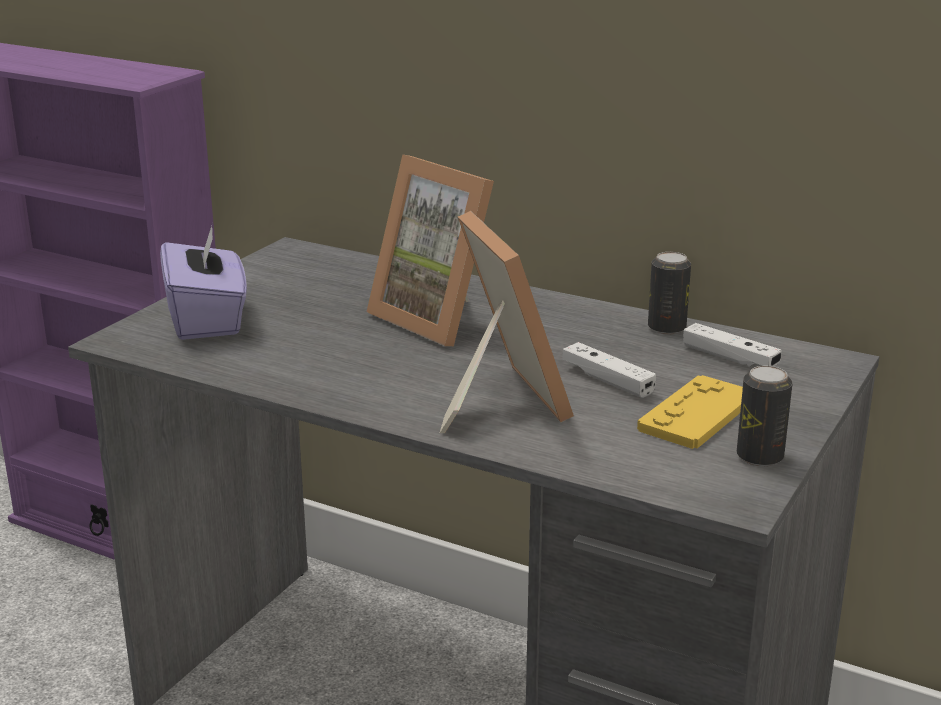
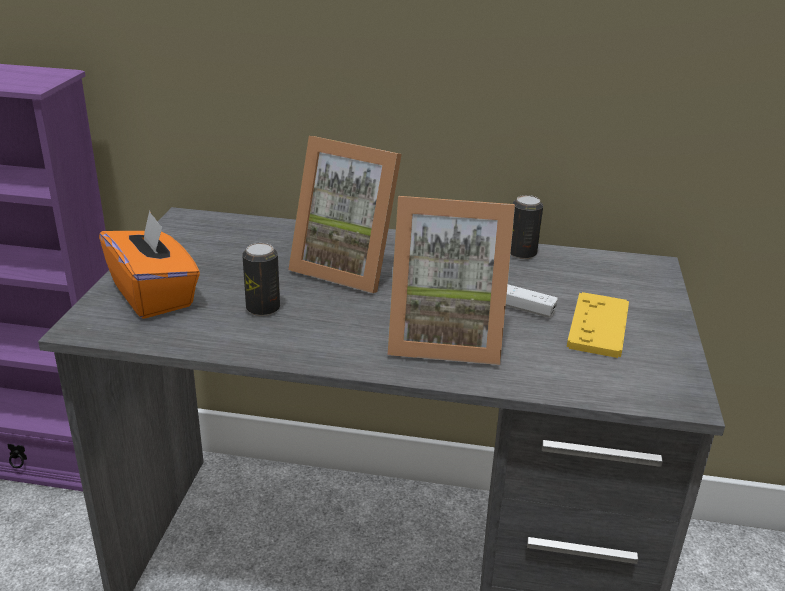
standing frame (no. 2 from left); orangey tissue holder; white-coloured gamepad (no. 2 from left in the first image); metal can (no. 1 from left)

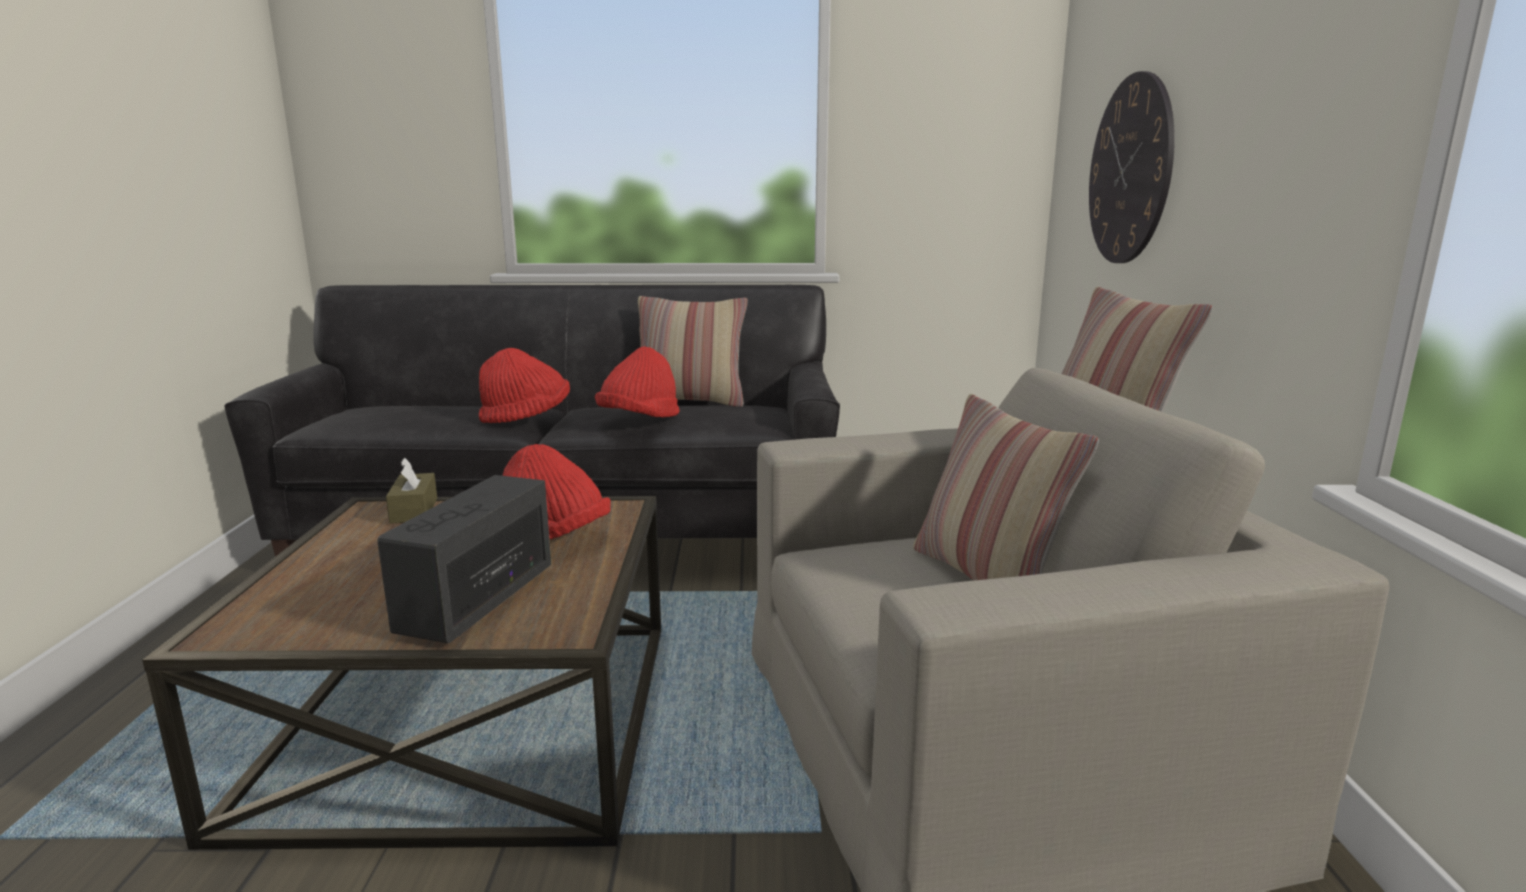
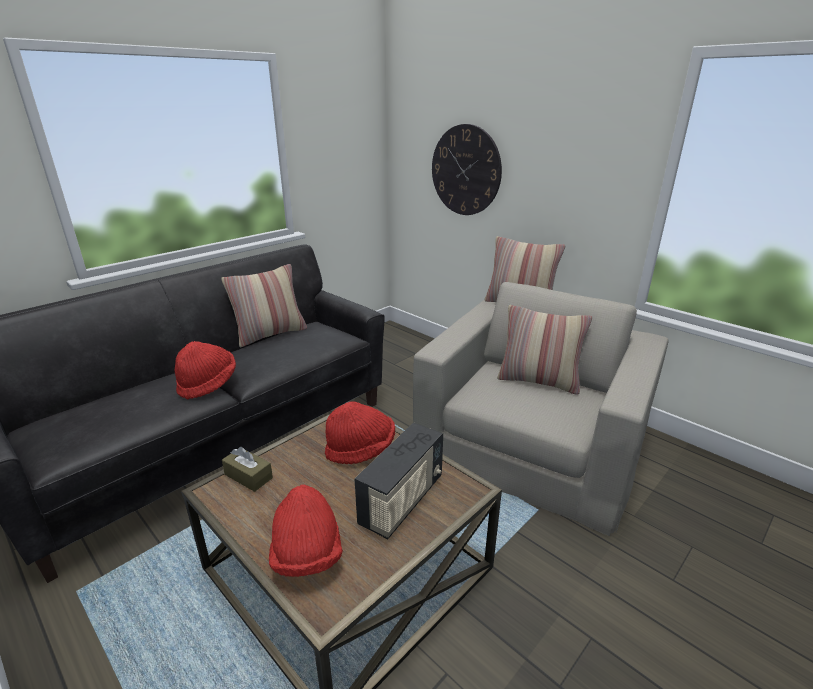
red clothing hat (no. 2 from left); radio

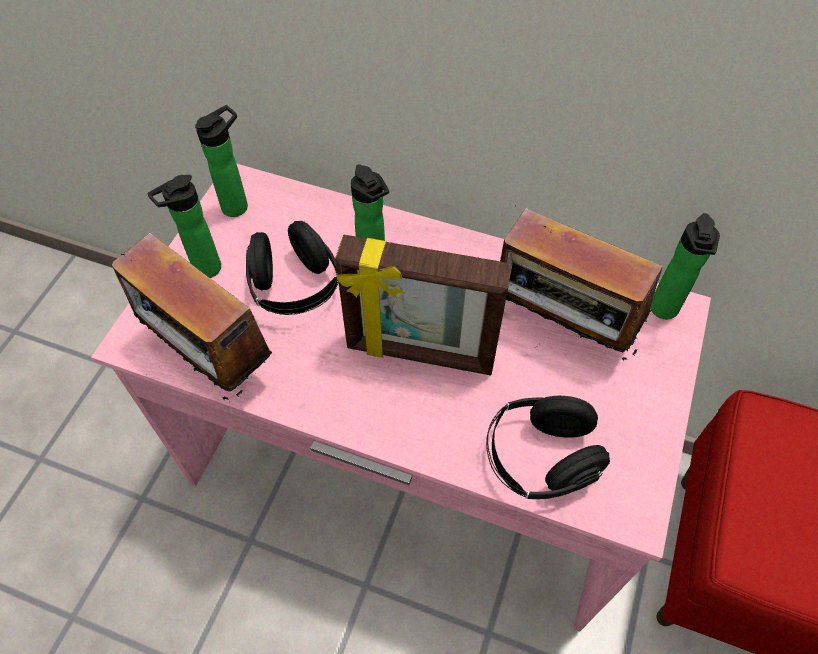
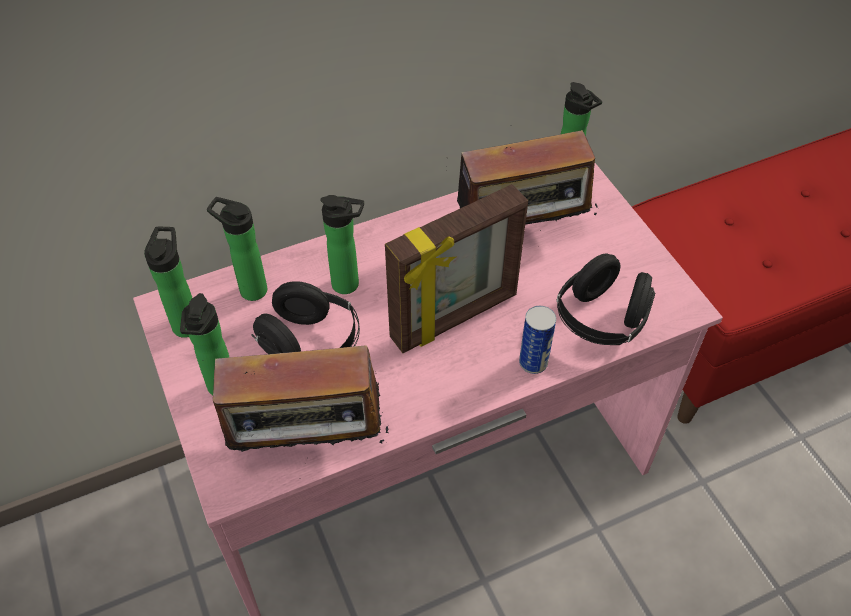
bottle (no. 3 from left); metal can

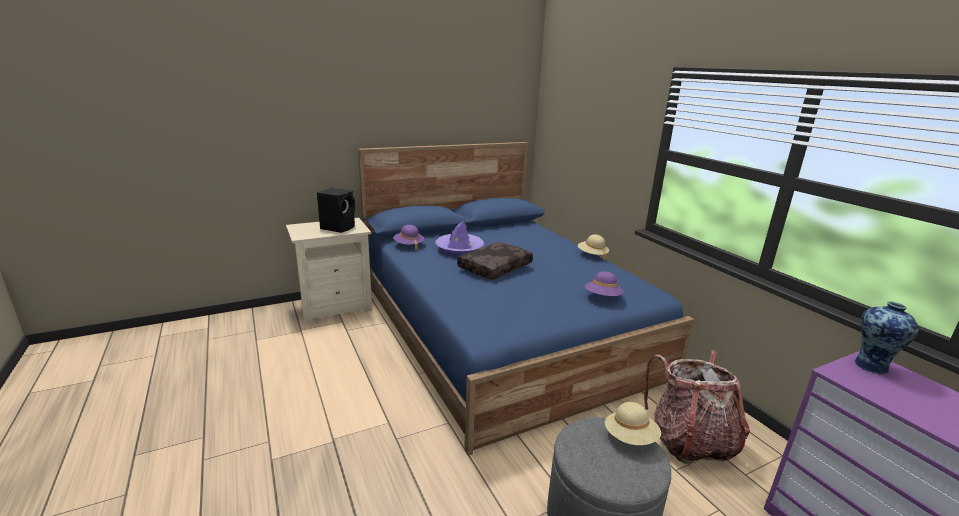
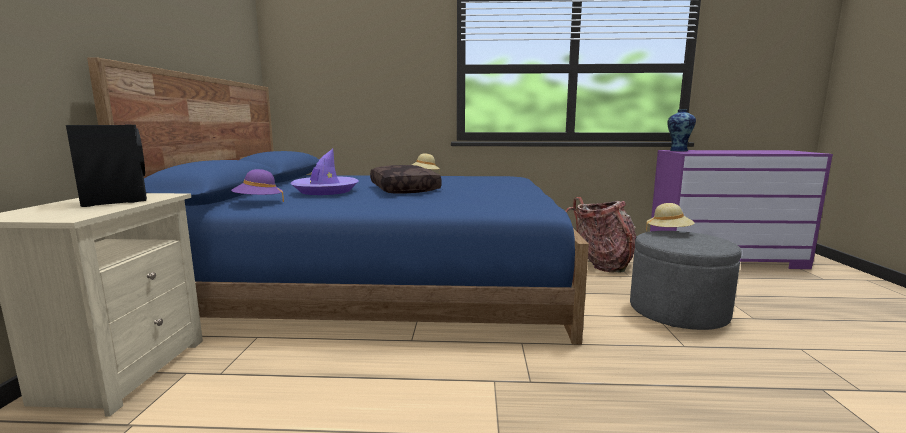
purplish clothing hat (no. 3 from left in the first image)

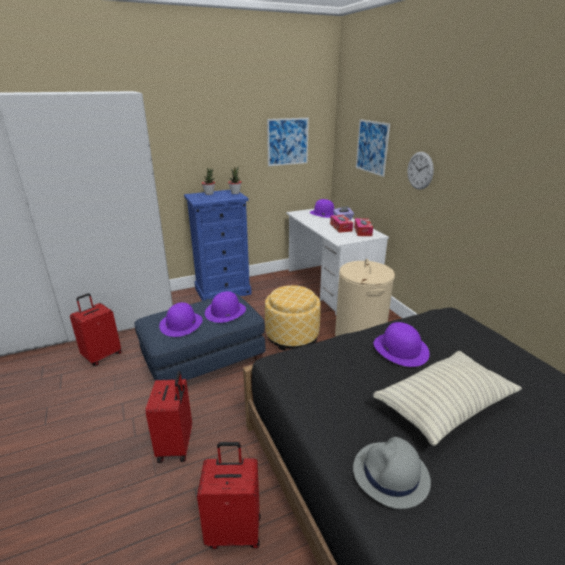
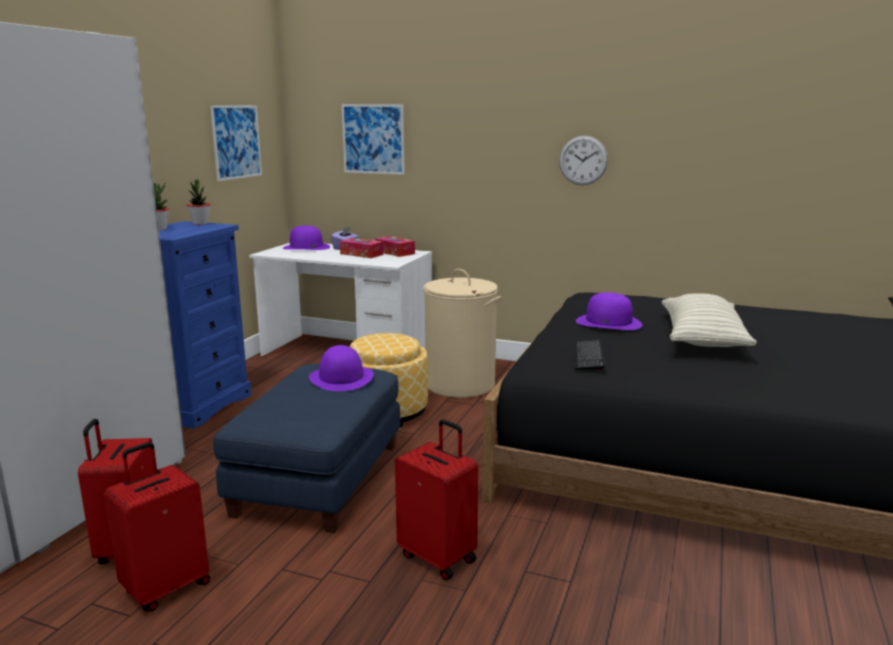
wall clock; purplish clothing hat (no. 1 from left in the first image); greyish clothing hat; red travel case (no. 2 from left); keyboard

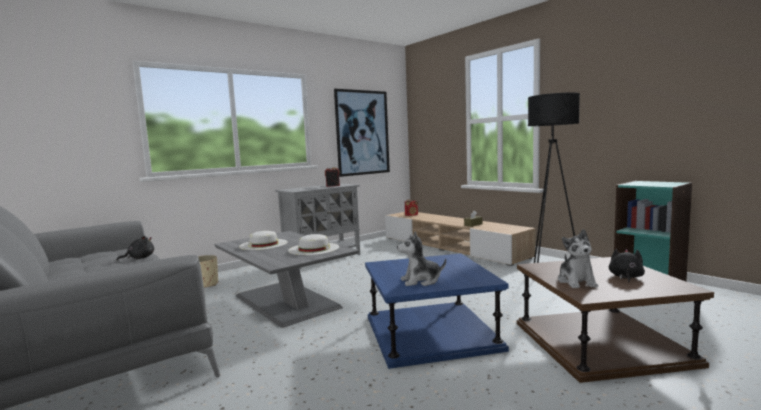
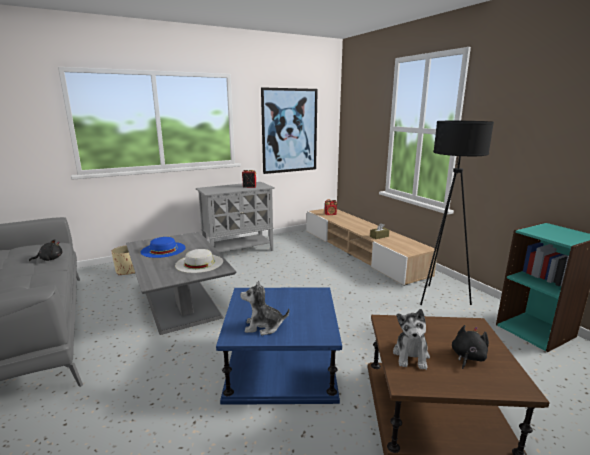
blue-coloured clothing hat

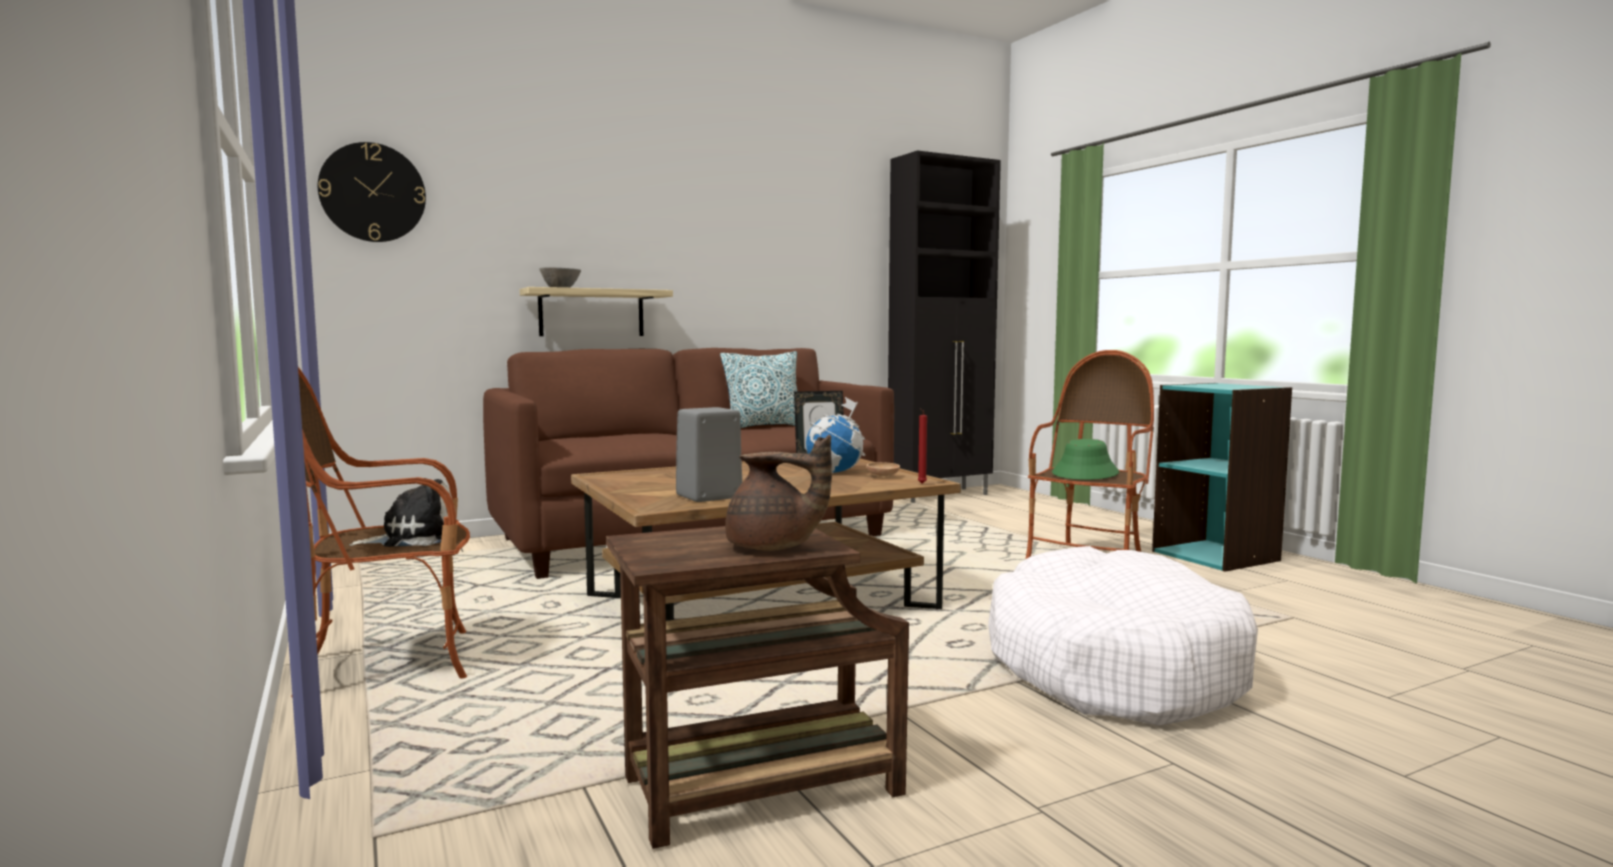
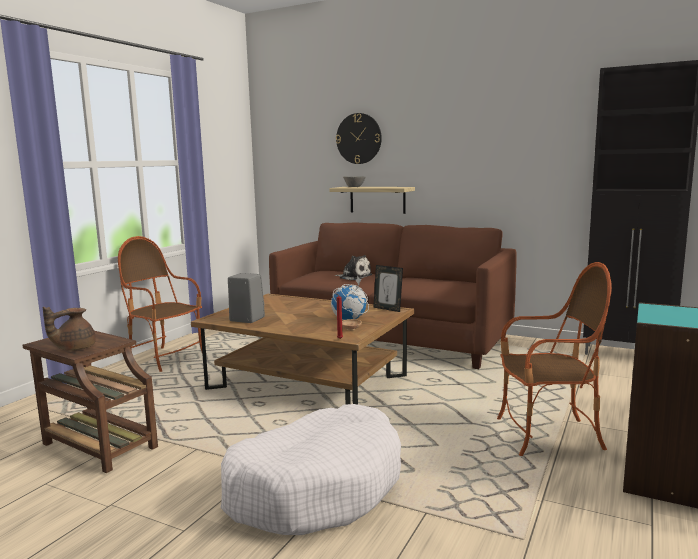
wall clock; cushion; brownish teapot; green-coloured clothing hat; plush toy

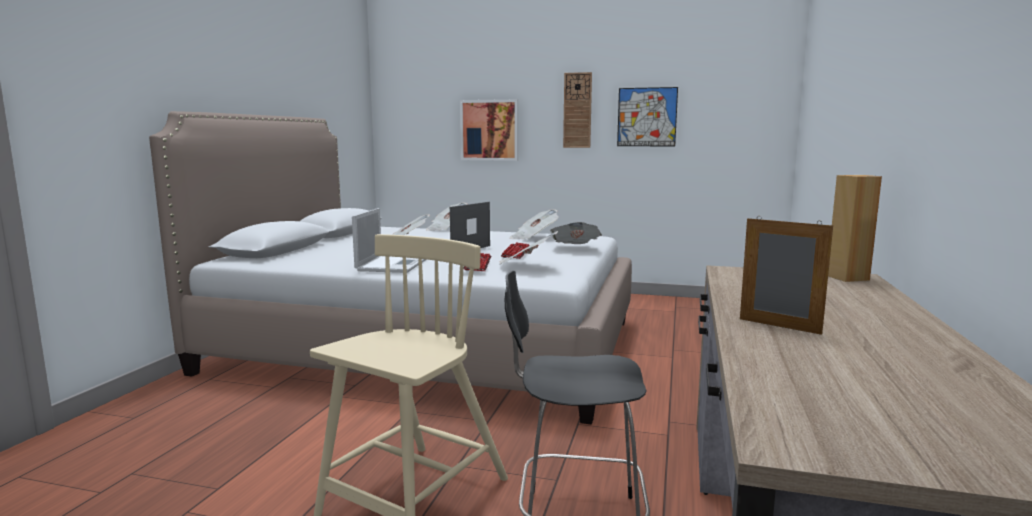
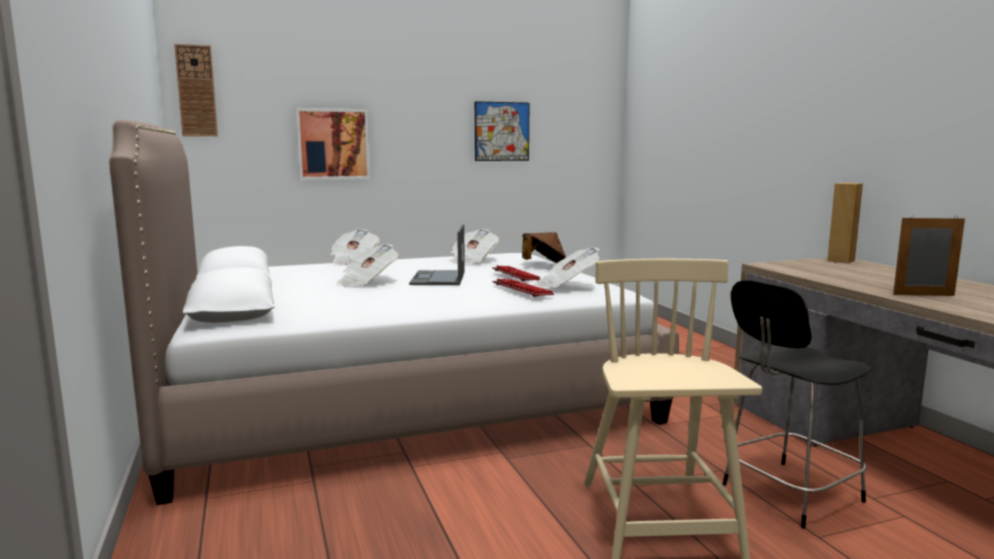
wall clock; notebook computer (no. 1 from left in the first image); brownish clothing hat

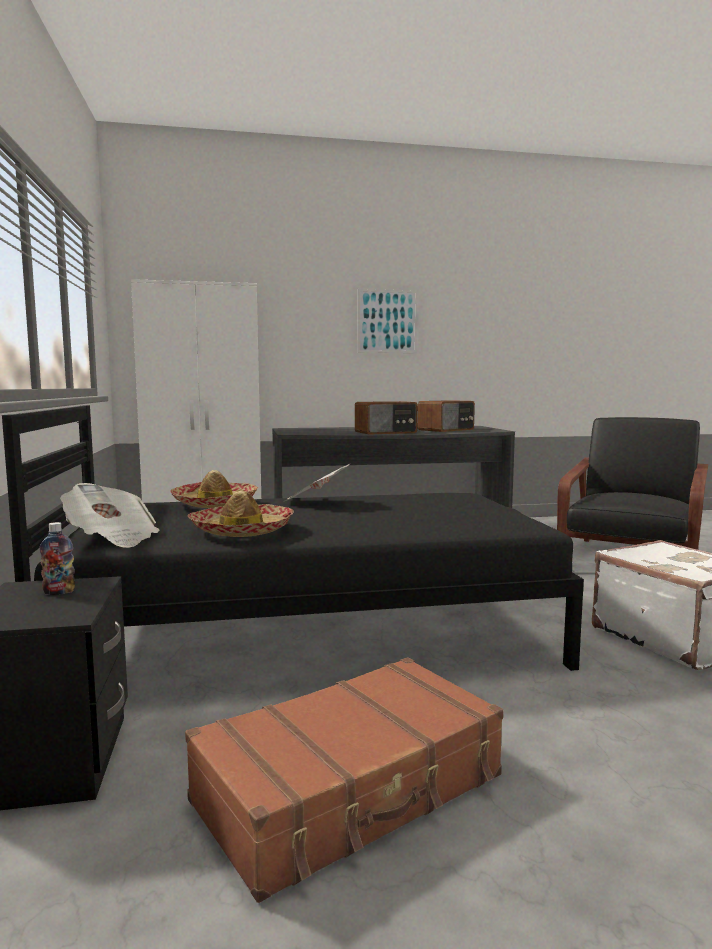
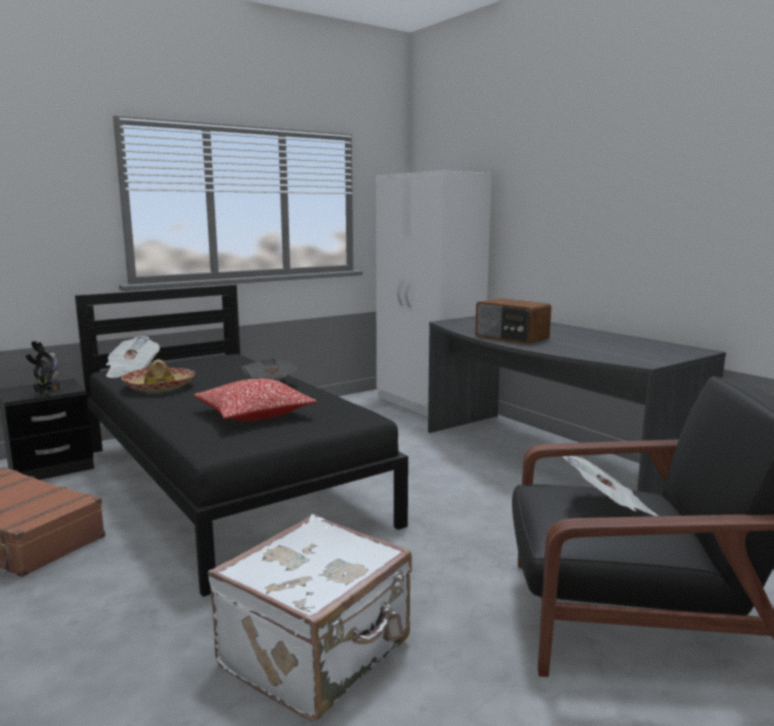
picture; radio (no. 2 from left in the first image); clothing hat (no. 1 from left in the first image); potted plant; cushion; daily paper (no. 3 from left)

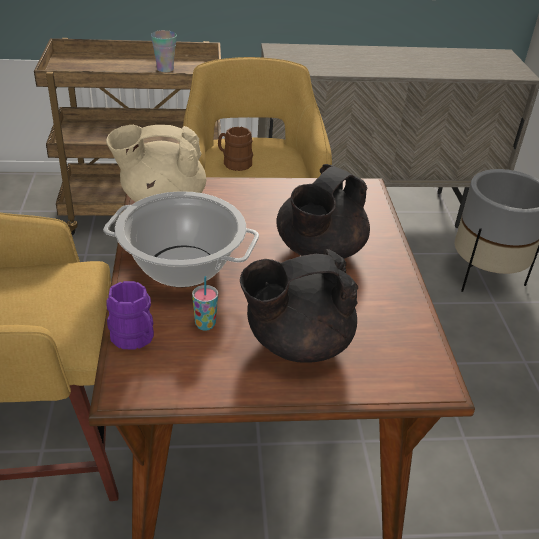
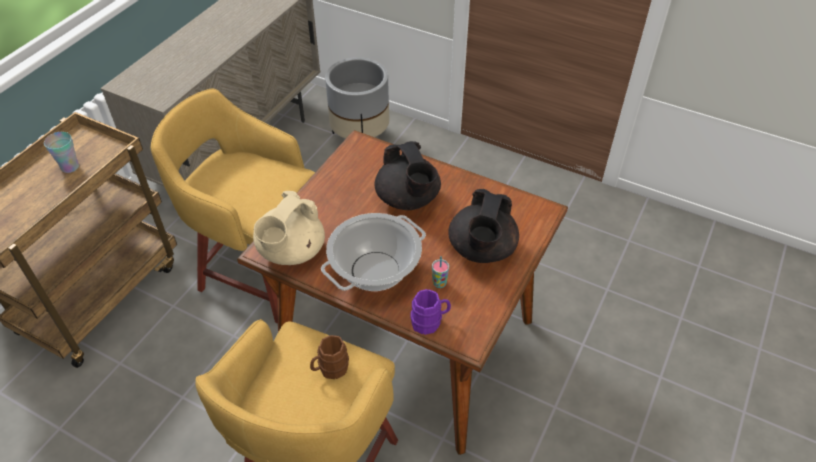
brownish tea mug

